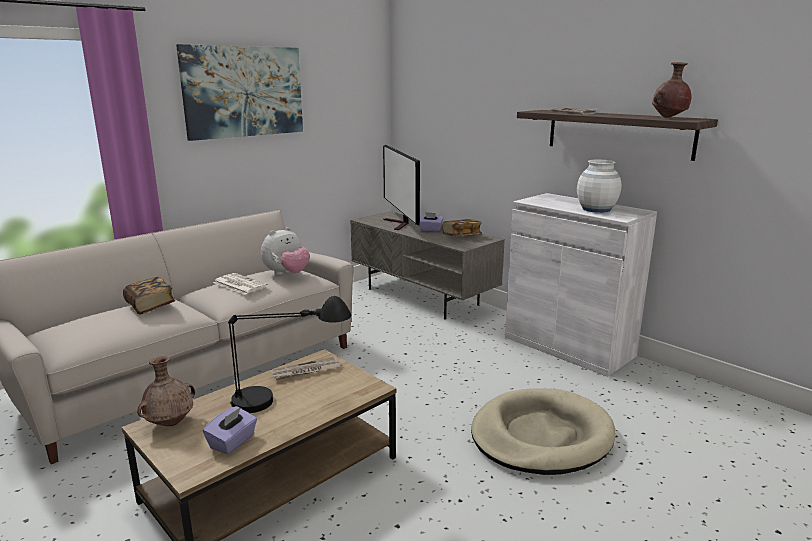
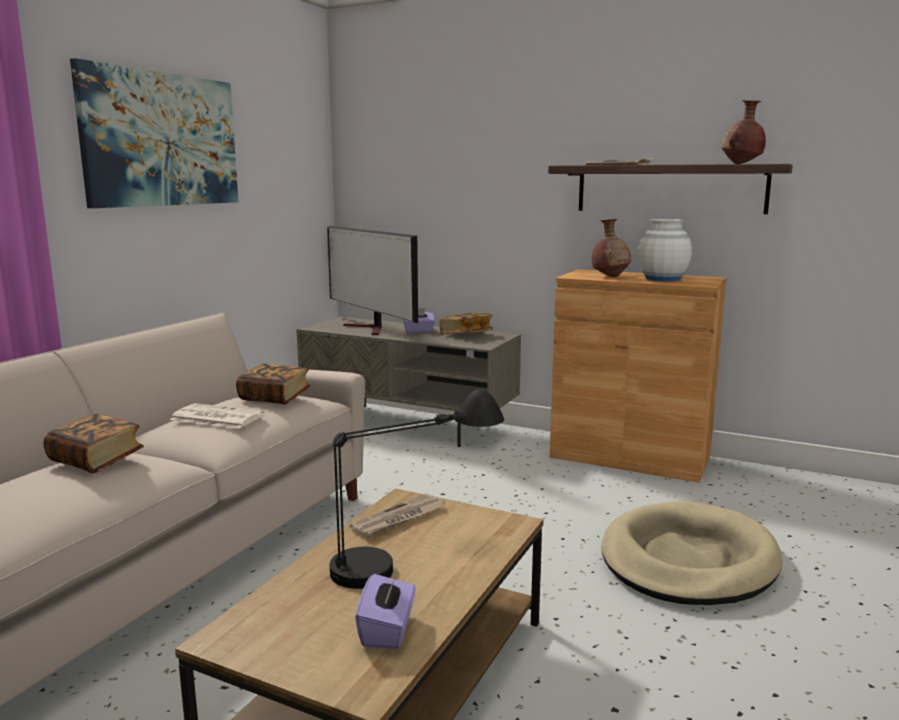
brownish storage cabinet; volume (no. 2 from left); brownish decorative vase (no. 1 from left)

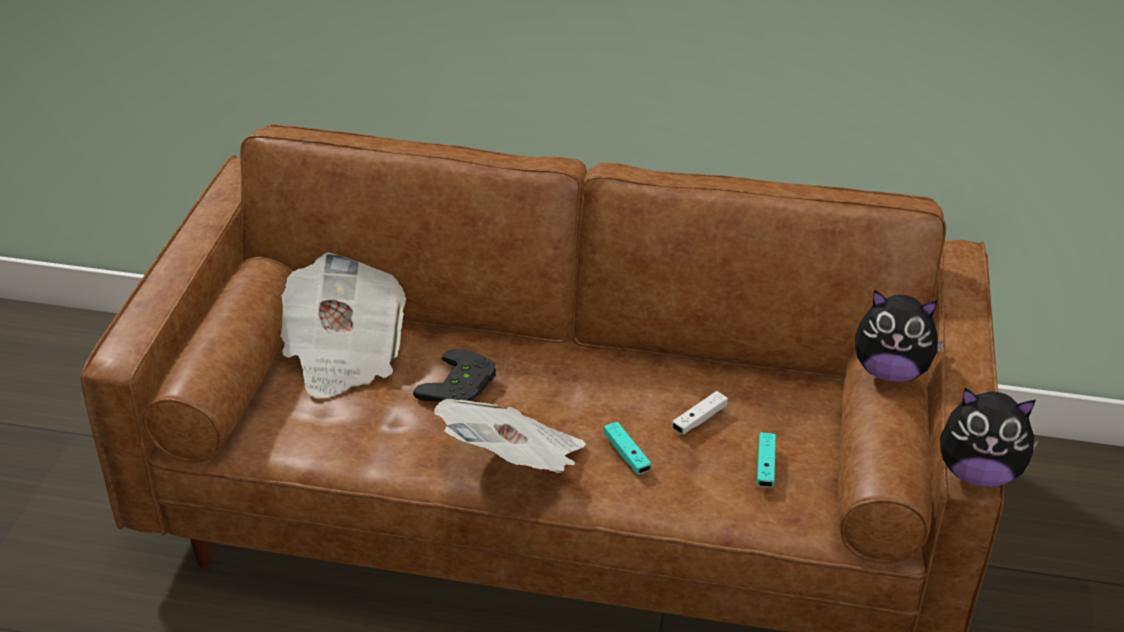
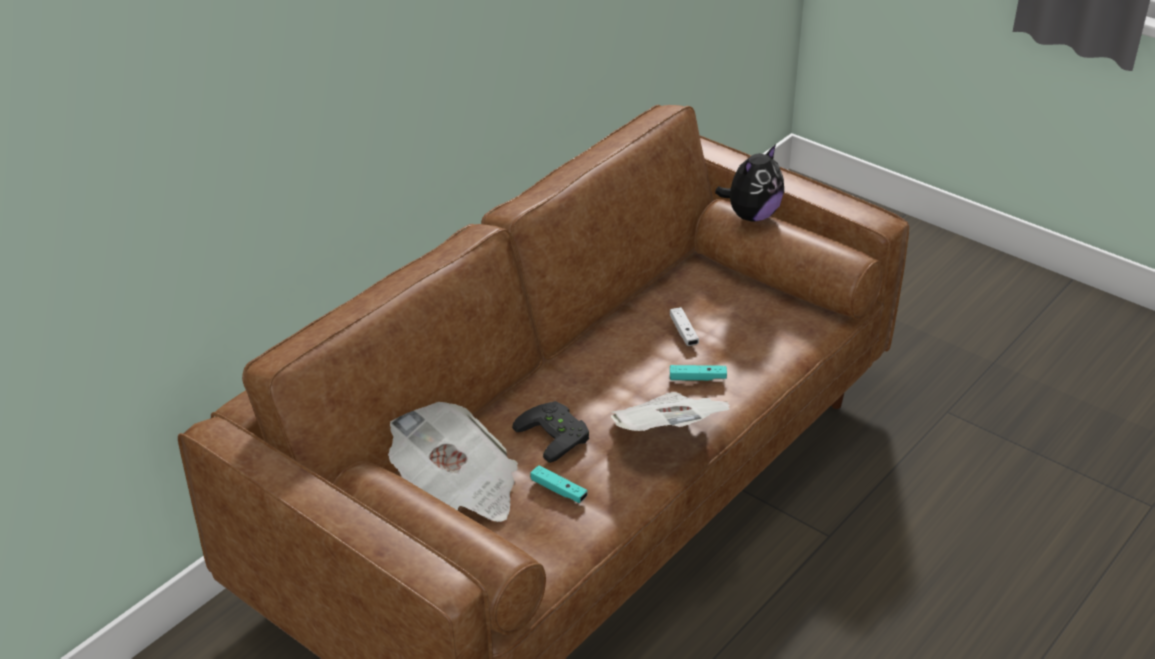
plush toy (no. 2 from left in the first image); turquoise-coloured gamepad (no. 1 from left)

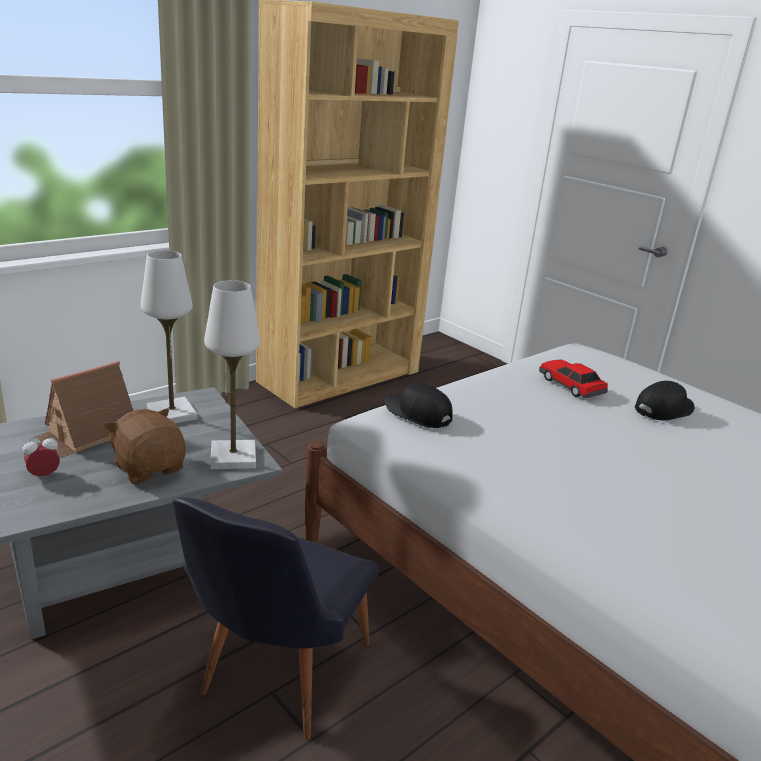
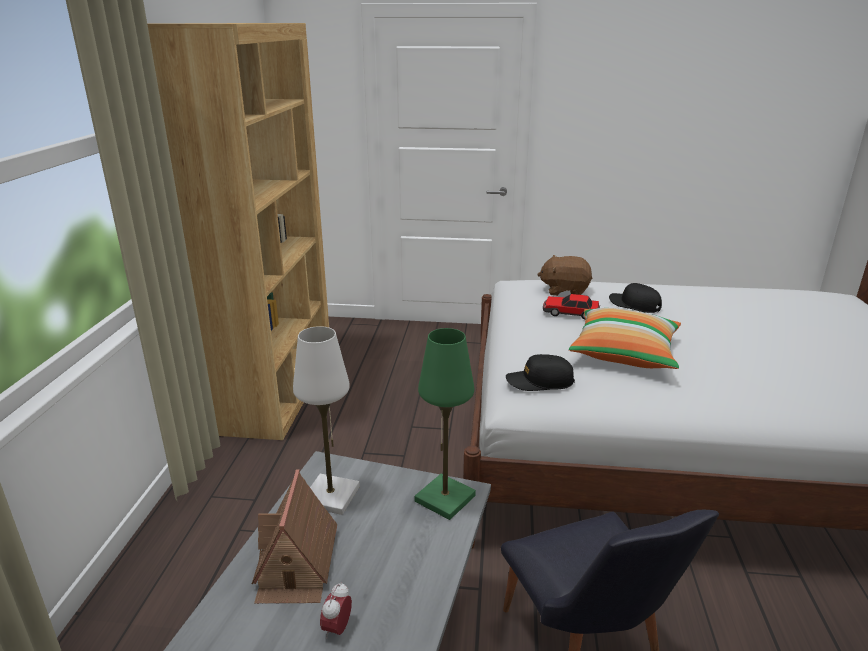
green-coloured lamp for a table; black peaked cap (no. 2 from left); brownish plush toy; cushion

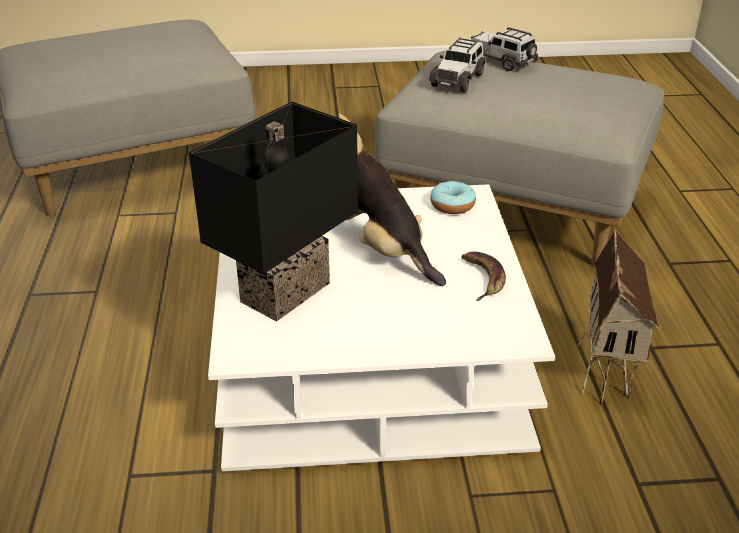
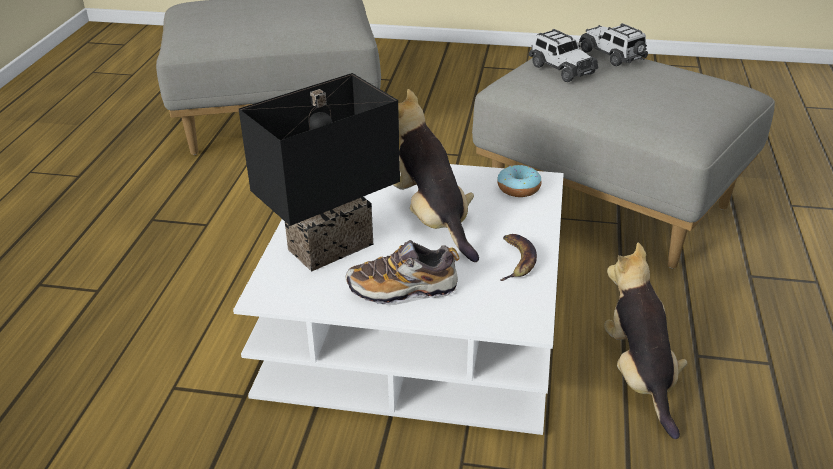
toy car (no. 1 from left); plush toy (no. 2 from left); shoe

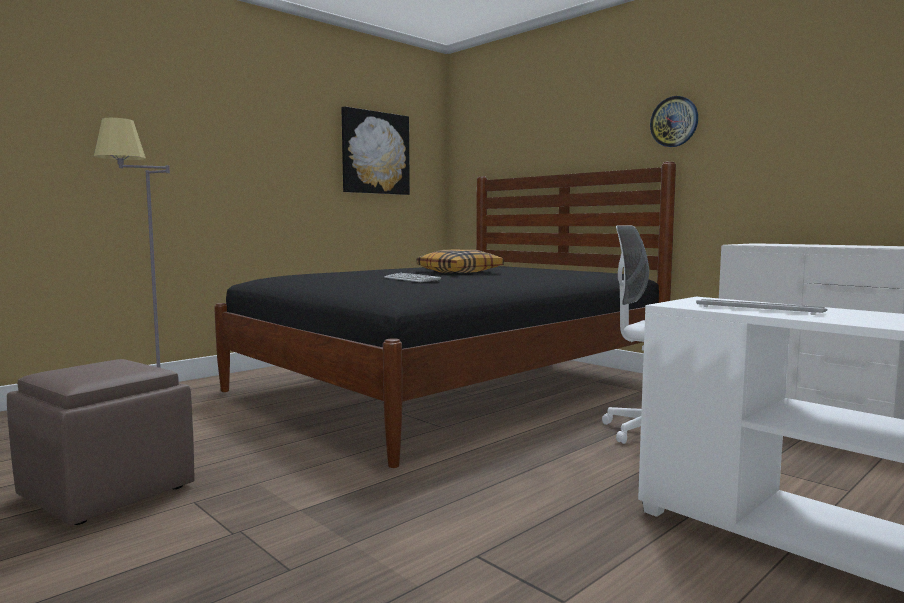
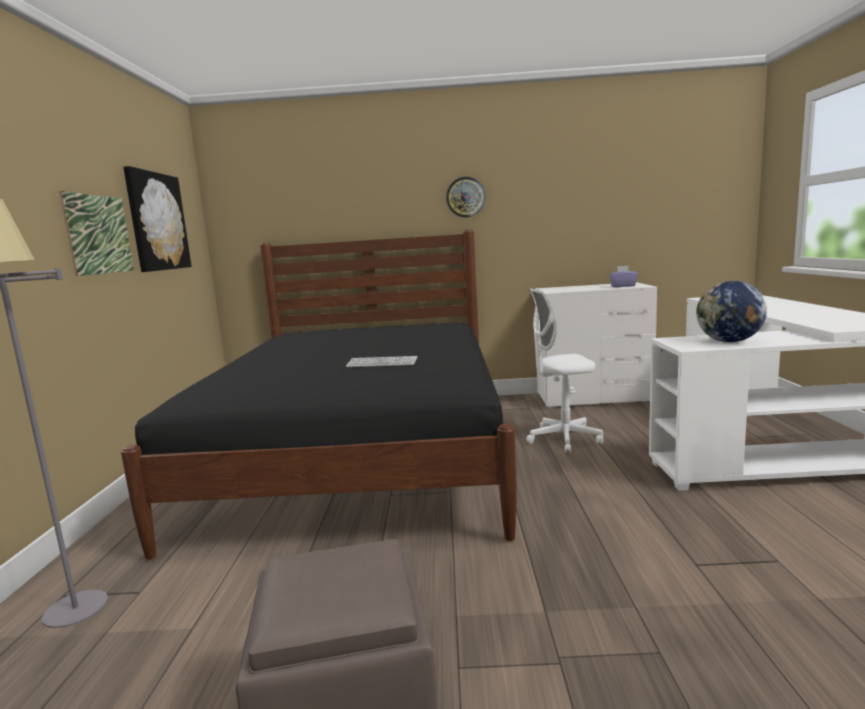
cushion; globe; picture (no. 1 from left); purplish tissue holder

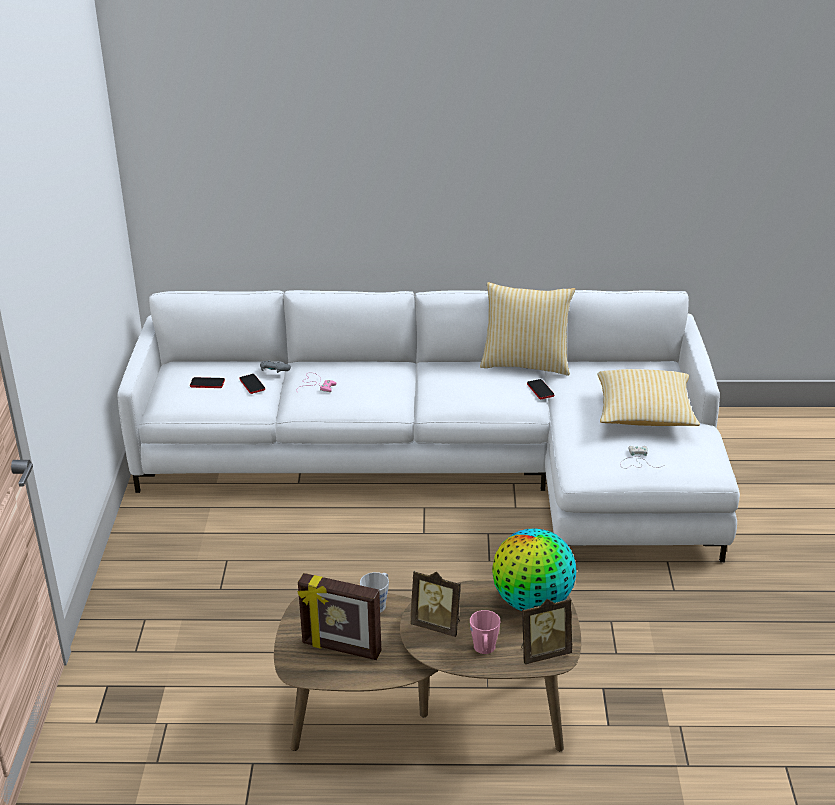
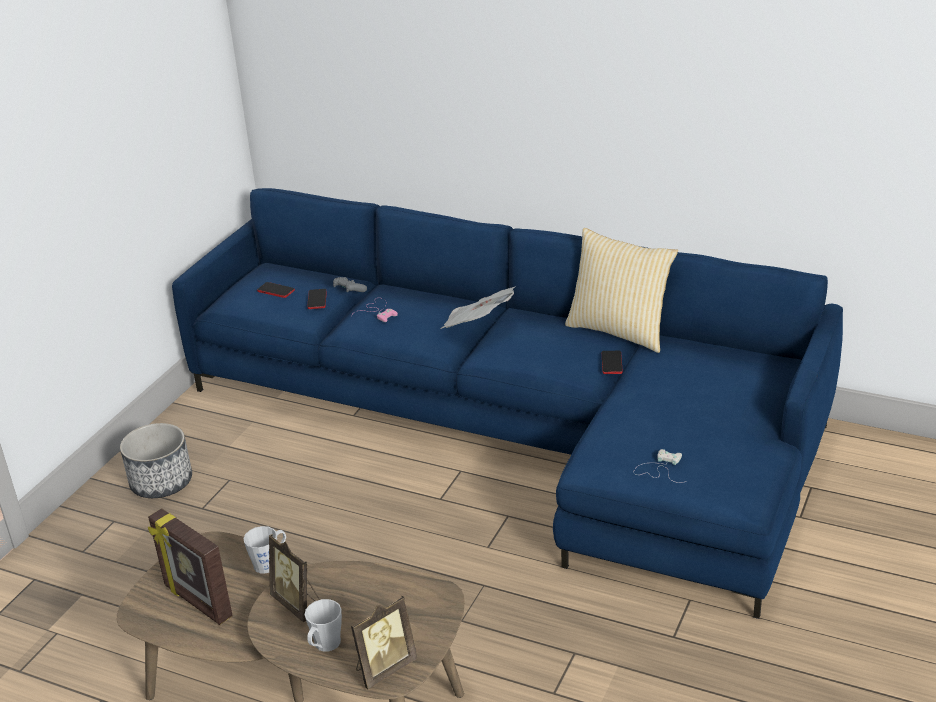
blue-coloured sofa; cushion (no. 2 from left in the first image); globe; standing frame (no. 3 from left); greyish tea mug (no. 2 from left); daily paper; plant pot

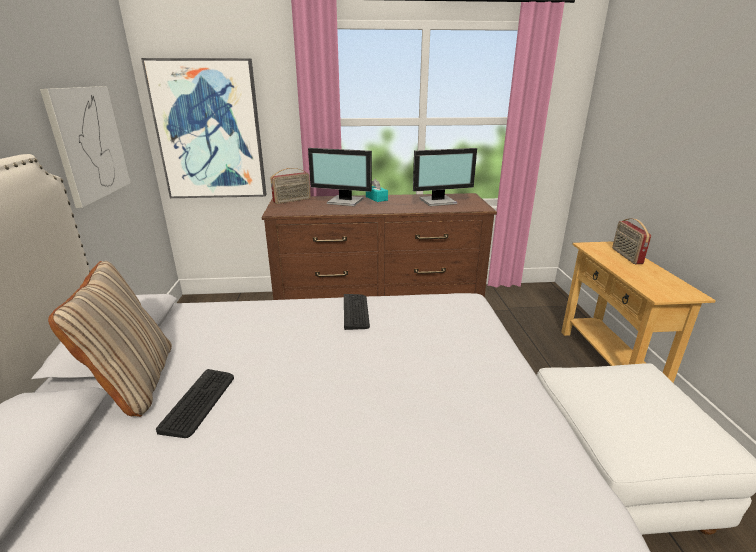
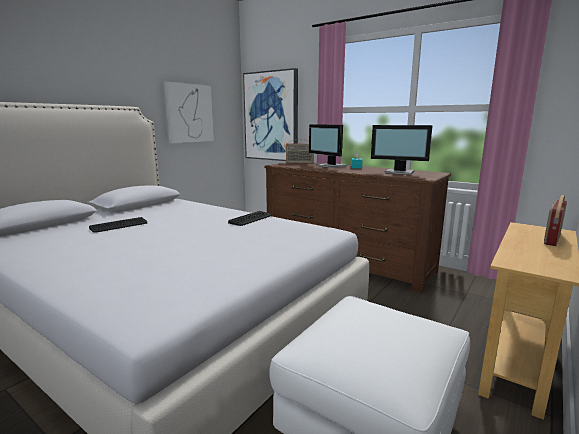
beige cushion

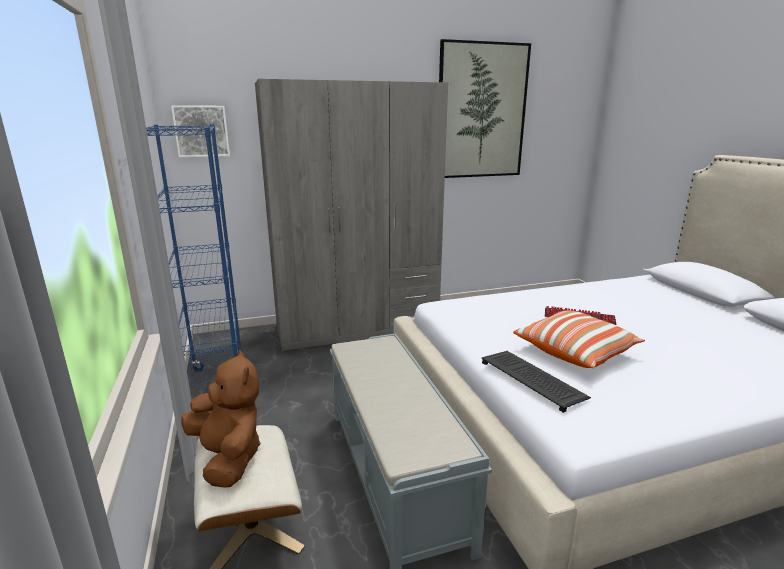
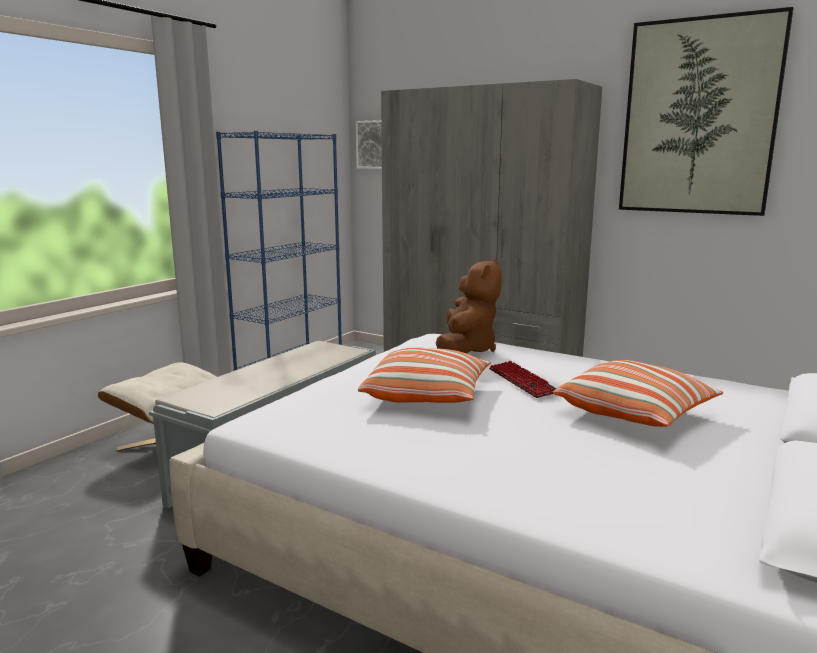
brownish plush toy; keyboard (no. 1 from left in the first image); cushion (no. 2 from left)

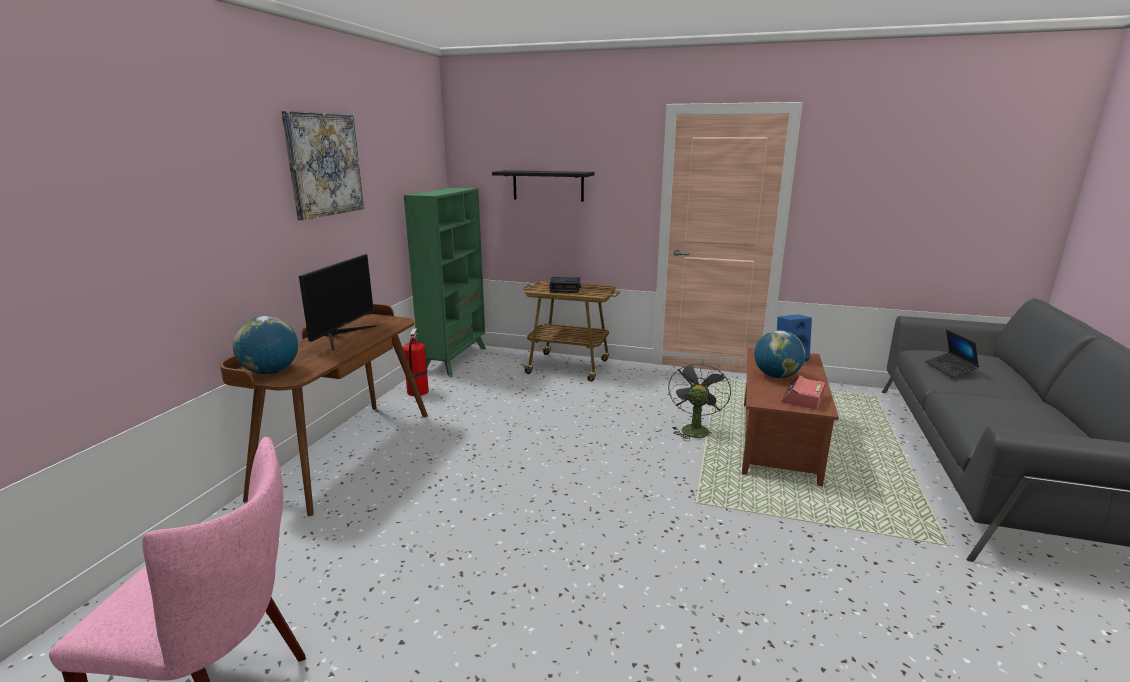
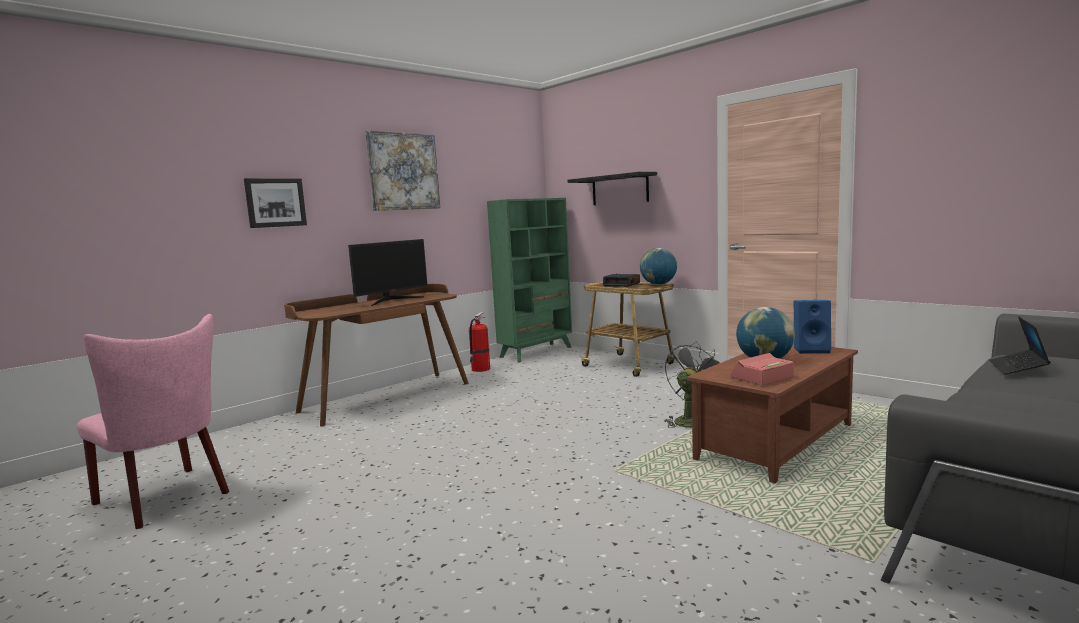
globe (no. 1 from left); picture (no. 1 from left)

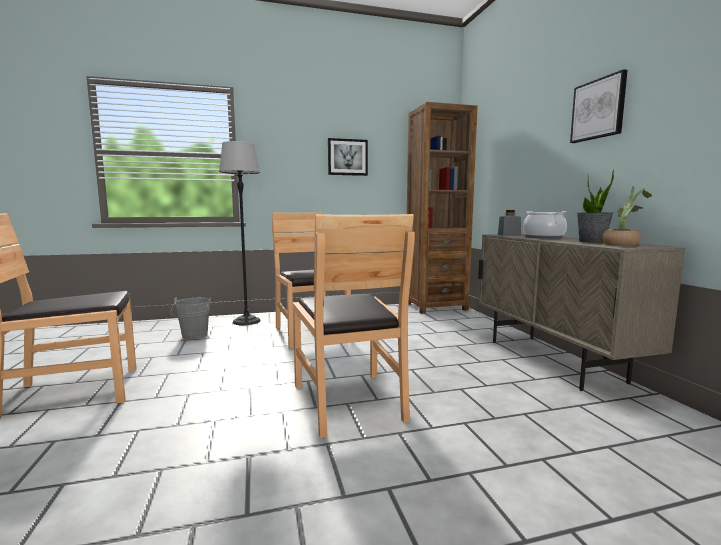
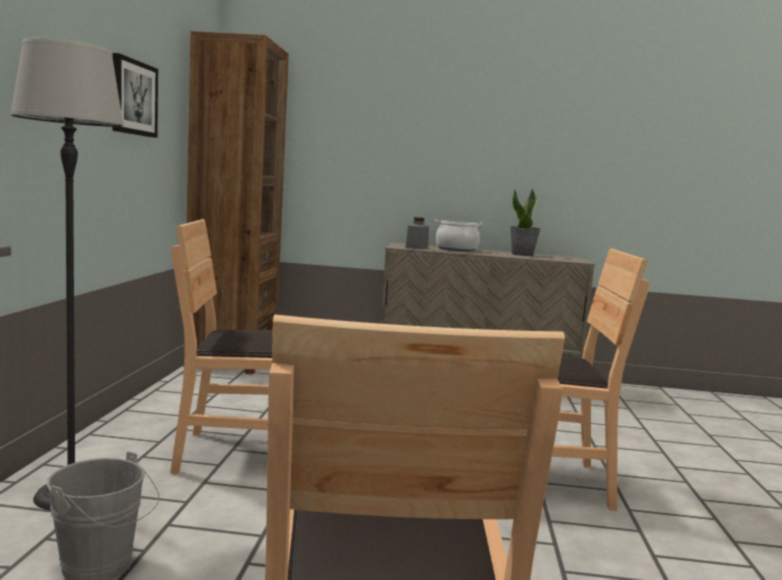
picture (no. 2 from left in the first image); potted plant (no. 2 from left in the first image)

